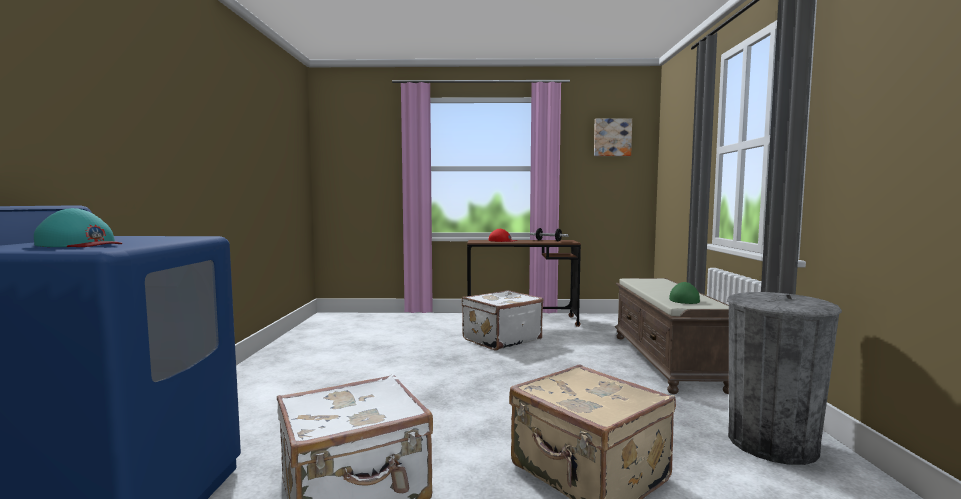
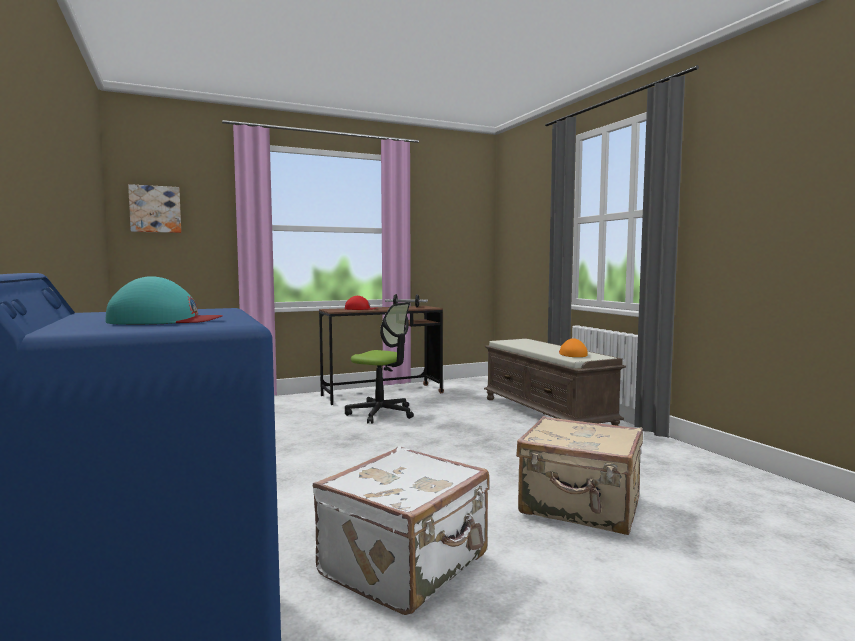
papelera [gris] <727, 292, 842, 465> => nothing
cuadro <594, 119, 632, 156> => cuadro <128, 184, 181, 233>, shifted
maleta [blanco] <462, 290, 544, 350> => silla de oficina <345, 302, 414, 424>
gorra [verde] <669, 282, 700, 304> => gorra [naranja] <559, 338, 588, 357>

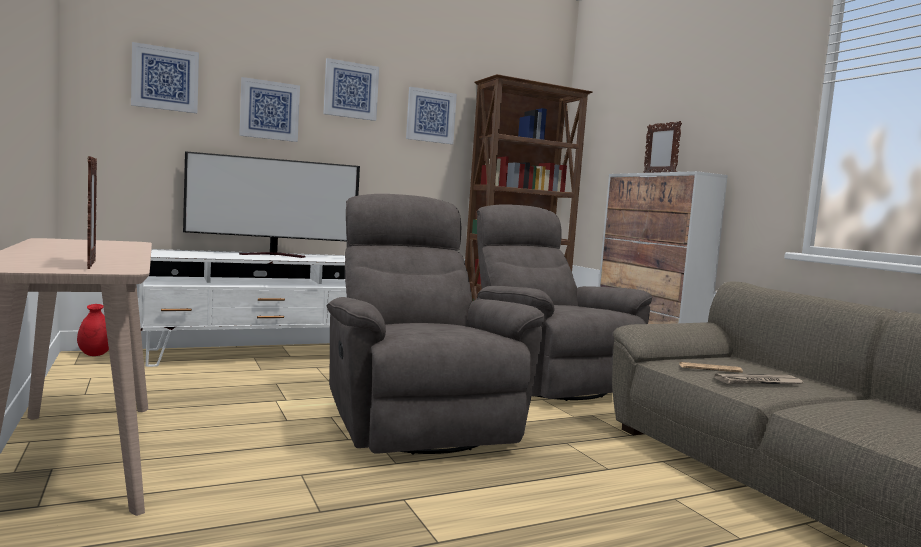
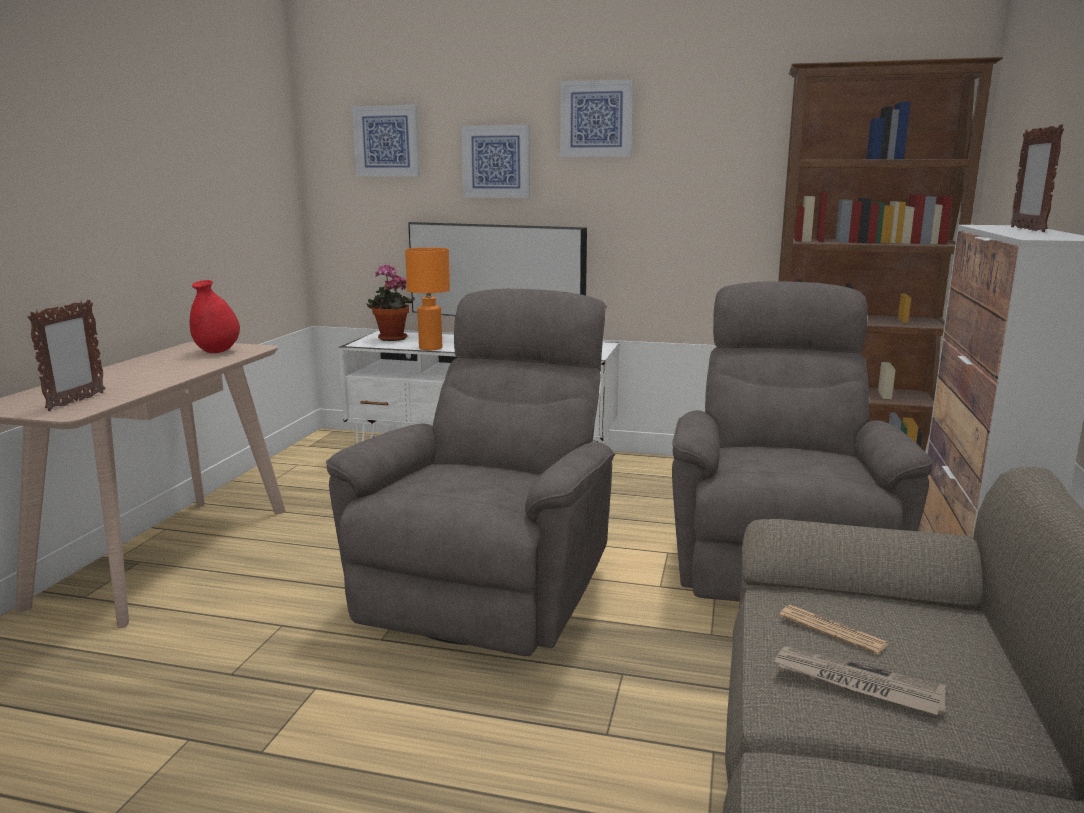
cuadro <406, 87, 457, 144> => nothing
nothing => planta en maceta <367, 264, 415, 341>
nothing => lámpara de mesa [naranja] <405, 248, 450, 350>
florero [rojo] <77, 304, 109, 356> => florero [rojo] <190, 280, 240, 353>, shifted

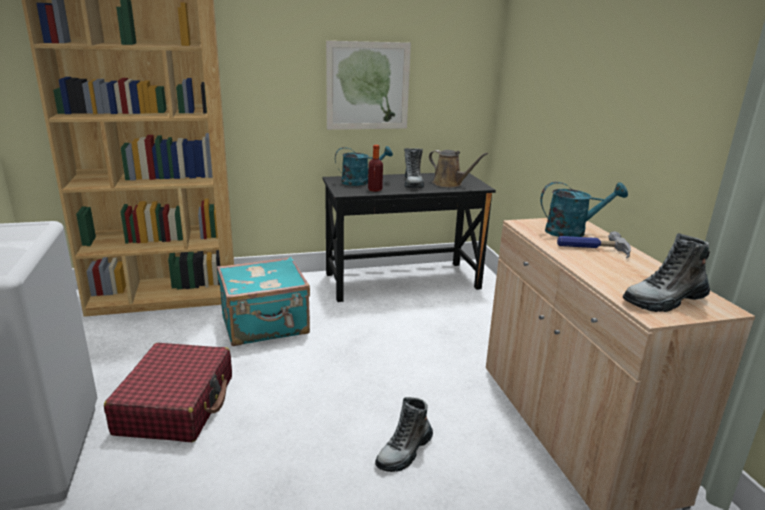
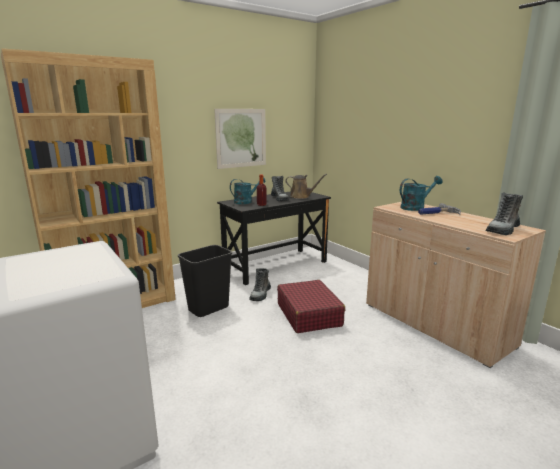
maleta [rojo] <104, 343, 232, 442> => maleta [rojo] <277, 280, 345, 333>, shifted
bota <375, 397, 433, 472> => bota <249, 268, 271, 301>, shifted
maleta [turquesa] <217, 257, 310, 346> => papelera [negro] <178, 245, 232, 317>

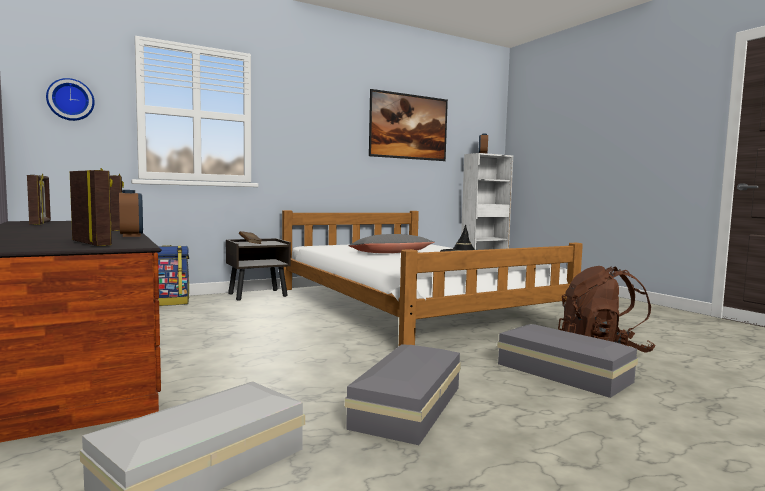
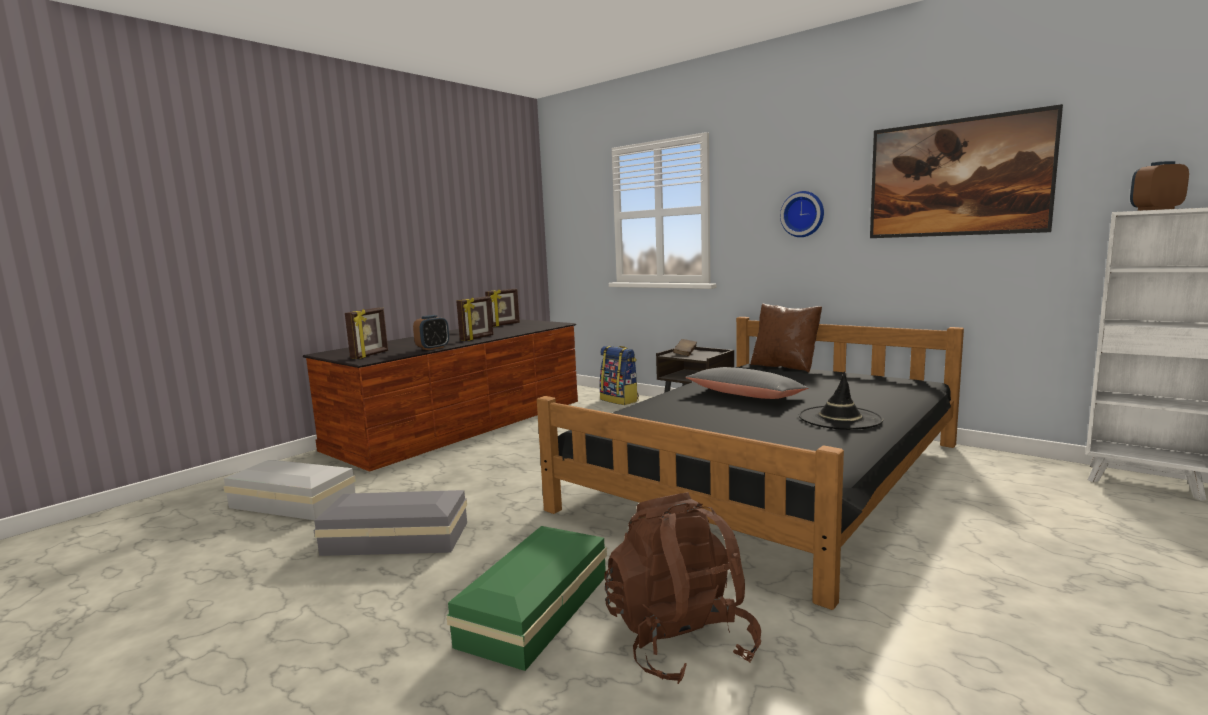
nothing => cojín [marrón] <750, 303, 822, 373>
reloj de pared <46, 78, 95, 121> => reloj de pared <780, 191, 824, 237>, shifted
cama [blanco] <282, 210, 583, 346> => cama [negro] <537, 317, 964, 610>
caja de almacenaje [gris] <497, 324, 638, 398> => caja de almacenaje [verde] <446, 526, 607, 671>

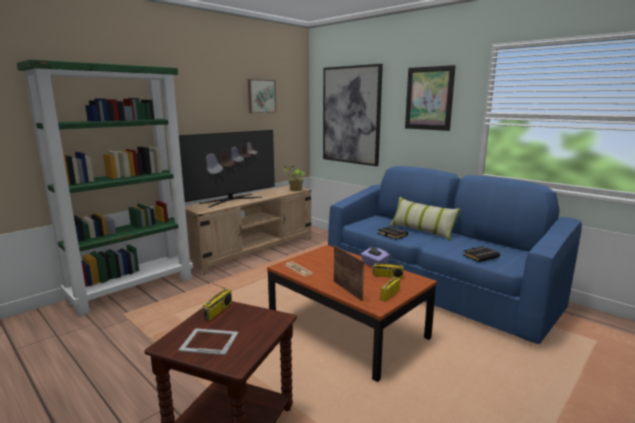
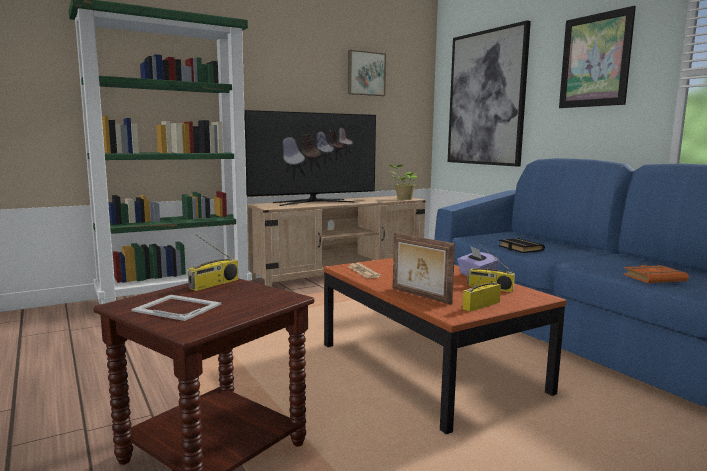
cojín <390, 197, 460, 240> => nothing
libro [negro] <463, 246, 500, 262> => libro [naranja] <623, 265, 689, 283>
portarretratos <334, 246, 364, 301> => portarretratos <393, 233, 455, 305>, 150 degrees clockwise

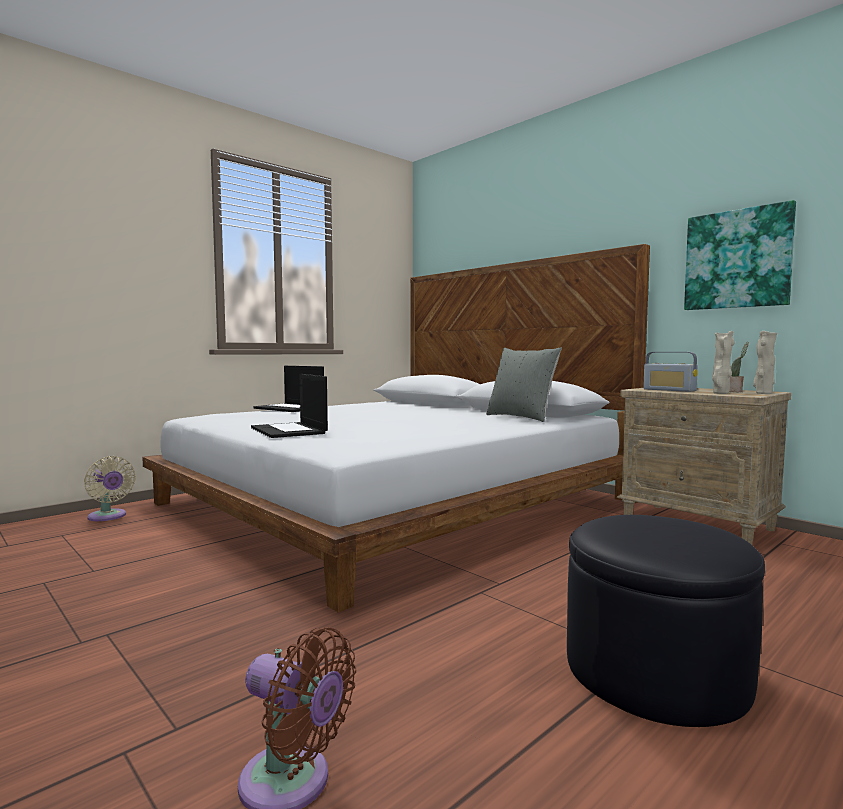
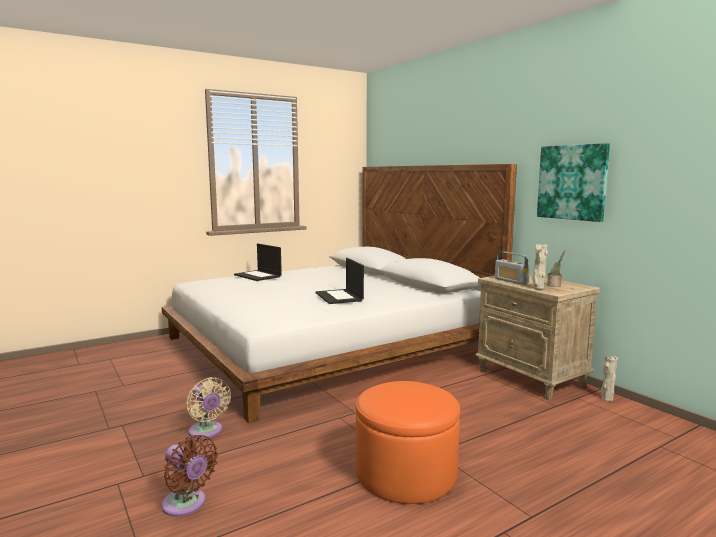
cojín [gris] <486, 347, 562, 422> => nothing
ventilador [beis] <84, 456, 136, 521> => ventilador [beis] <186, 377, 231, 439>, shifted
portátil <251, 374, 328, 438> => portátil <315, 258, 364, 304>, shifted
florero [beis] <753, 331, 777, 394> => florero [beis] <600, 356, 618, 402>, shifted
puf [negro] <567, 515, 765, 727> => puf [naranja] <356, 381, 460, 504>

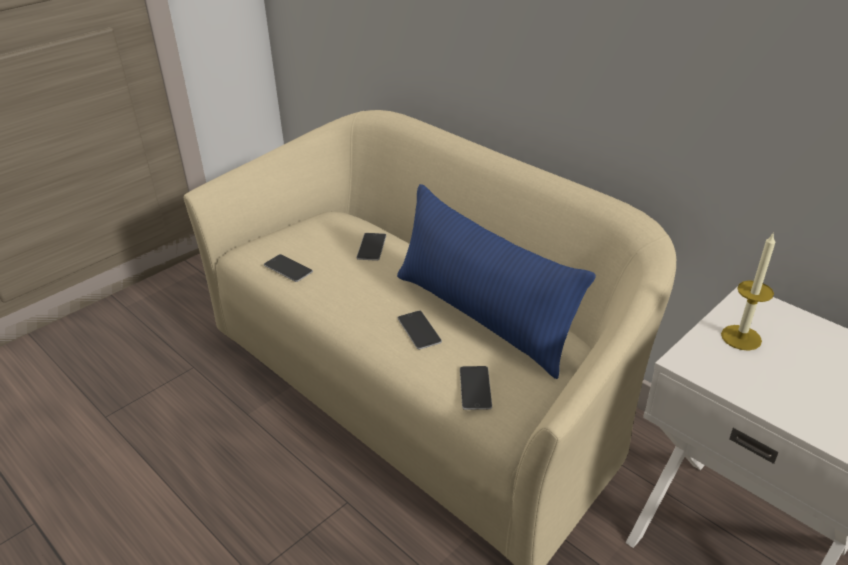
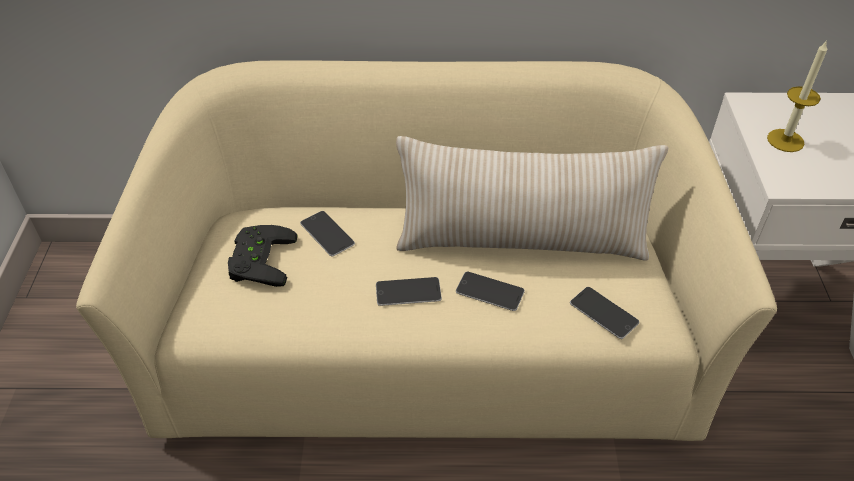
nothing => mando de consola [negro] <228, 225, 297, 287>
móvil <264, 254, 313, 282> => móvil <376, 277, 442, 306>, shifted
cojín [azul] <397, 184, 596, 379> => cojín [beis] <396, 136, 668, 261>

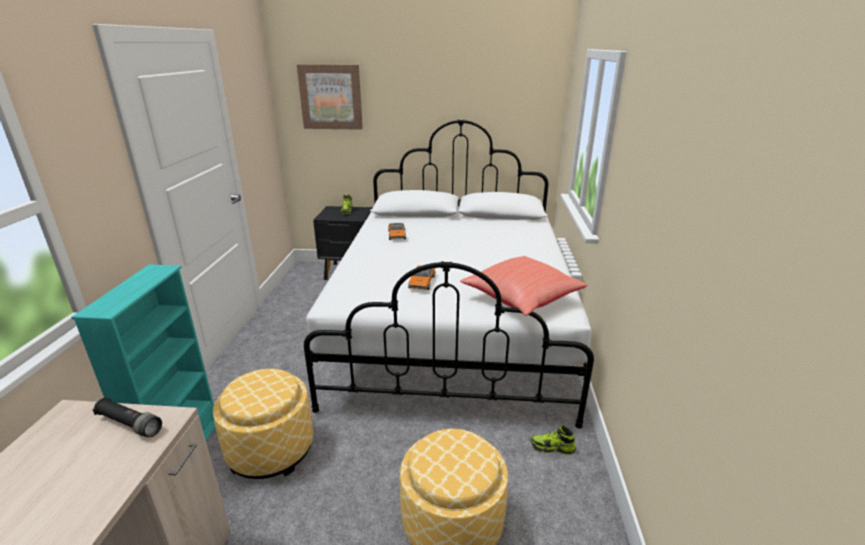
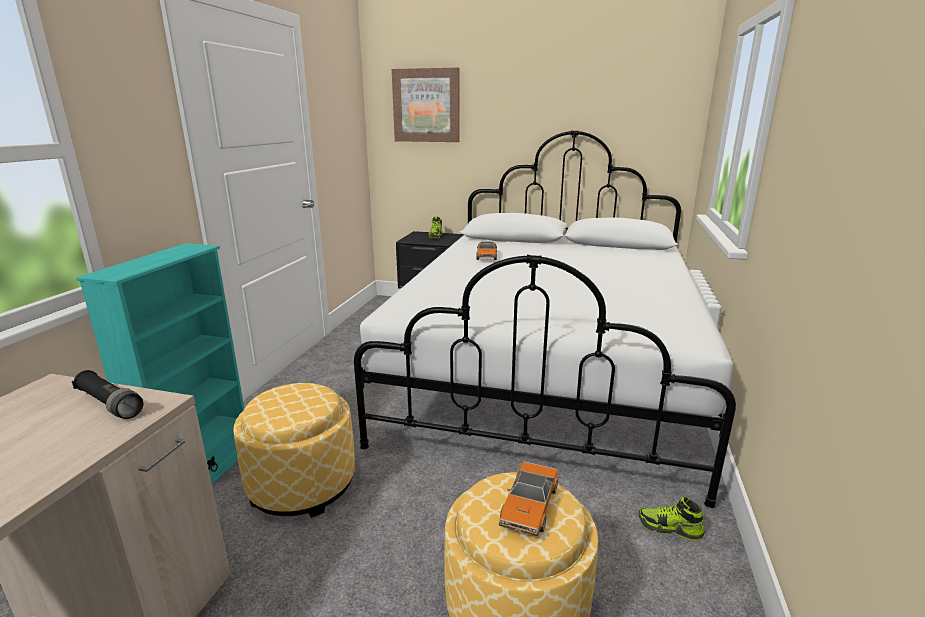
cojín [rojo] <460, 256, 587, 316> => nothing
coche de juguete <408, 265, 435, 290> => coche de juguete <499, 462, 558, 536>, shifted

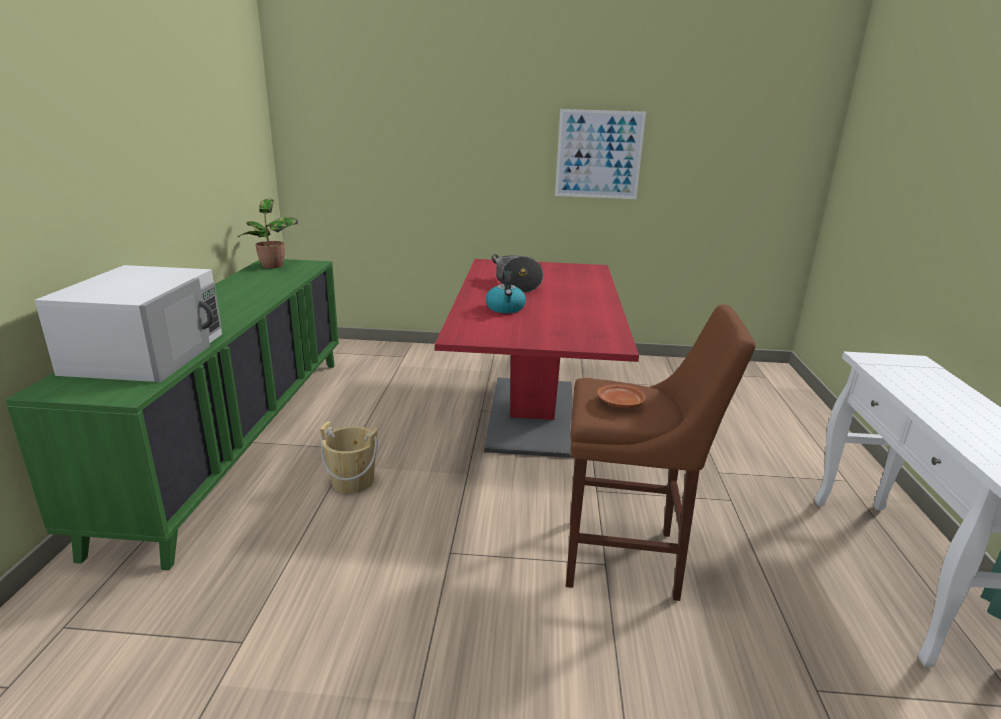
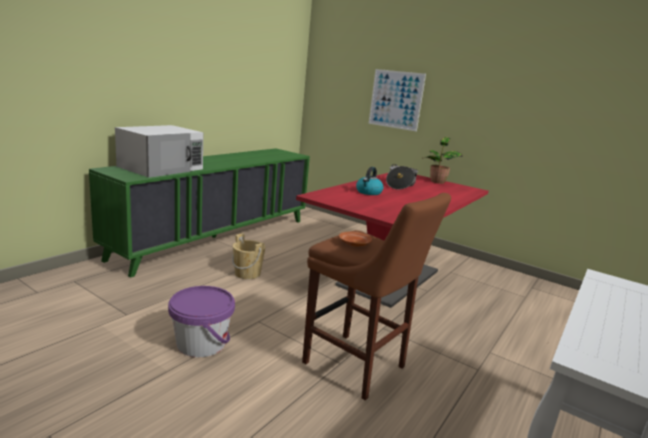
nothing => cubo [morado] <168, 286, 235, 357>
planta en maceta <238, 199, 298, 268> => planta en maceta <422, 137, 463, 184>, shifted
cuadro <555, 109, 646, 199> => cuadro <368, 69, 426, 131>, shifted

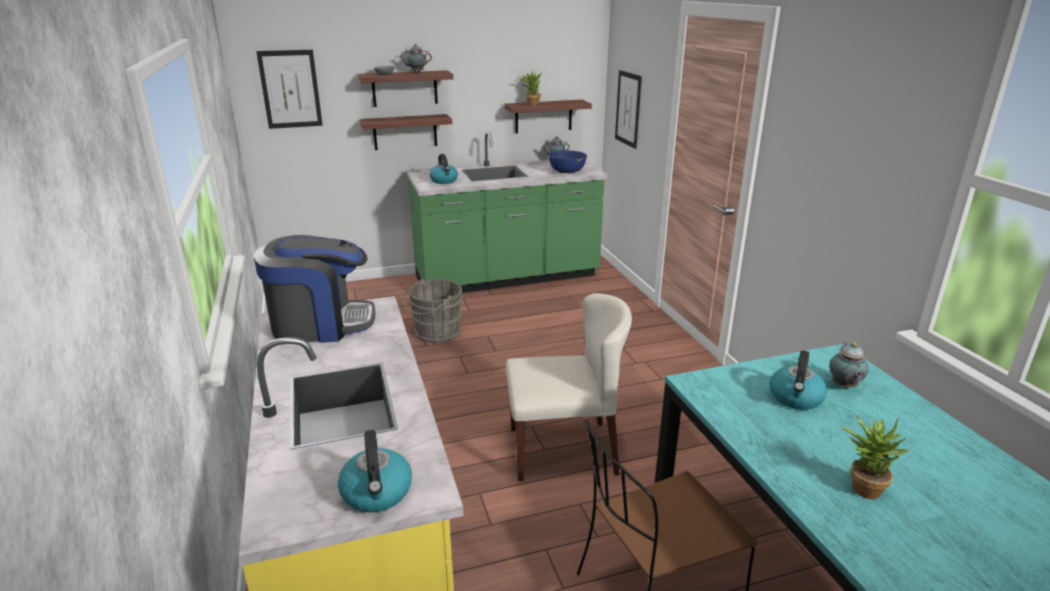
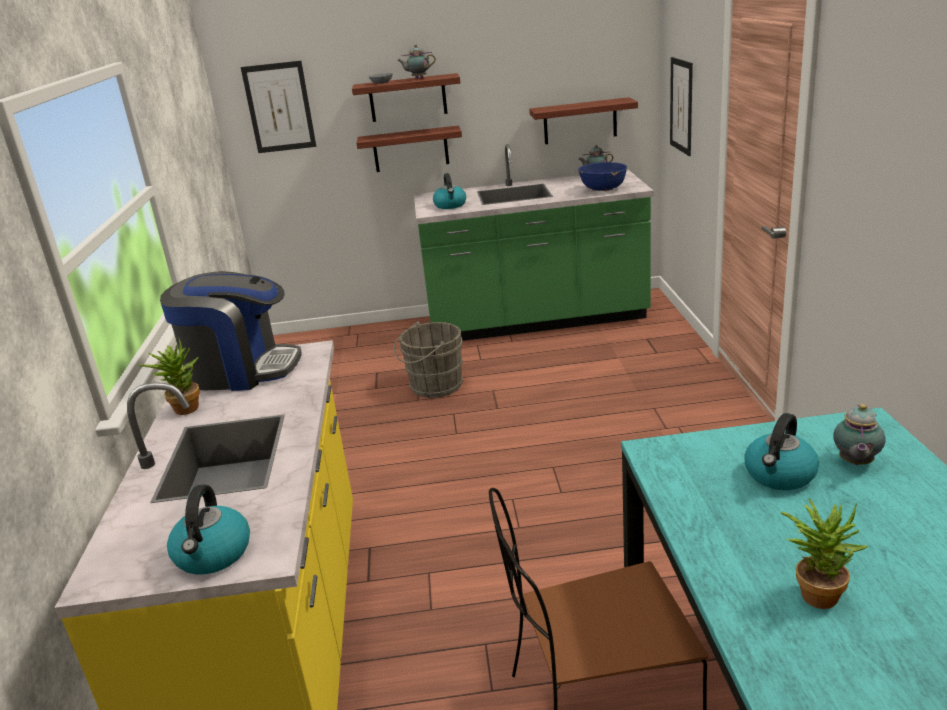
silla [beis] <506, 293, 632, 481> => nothing
planta en maceta <519, 71, 542, 105> => planta en maceta <138, 338, 200, 415>, shifted

